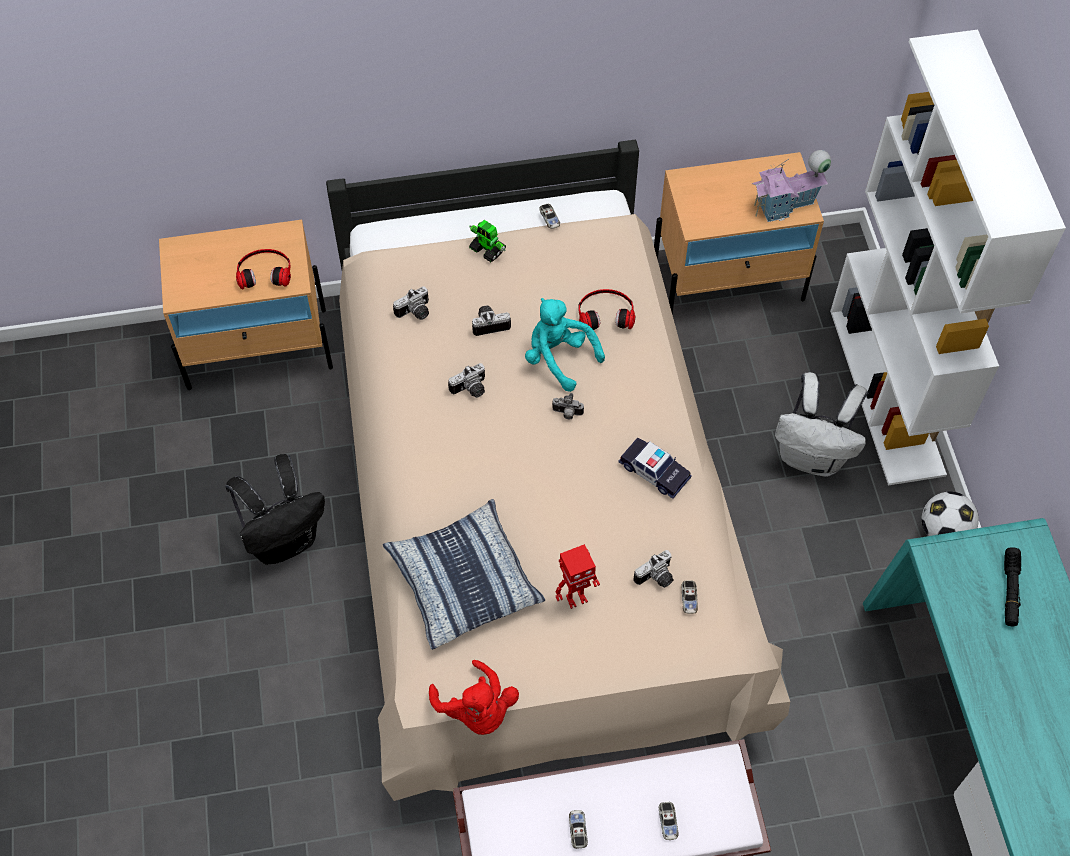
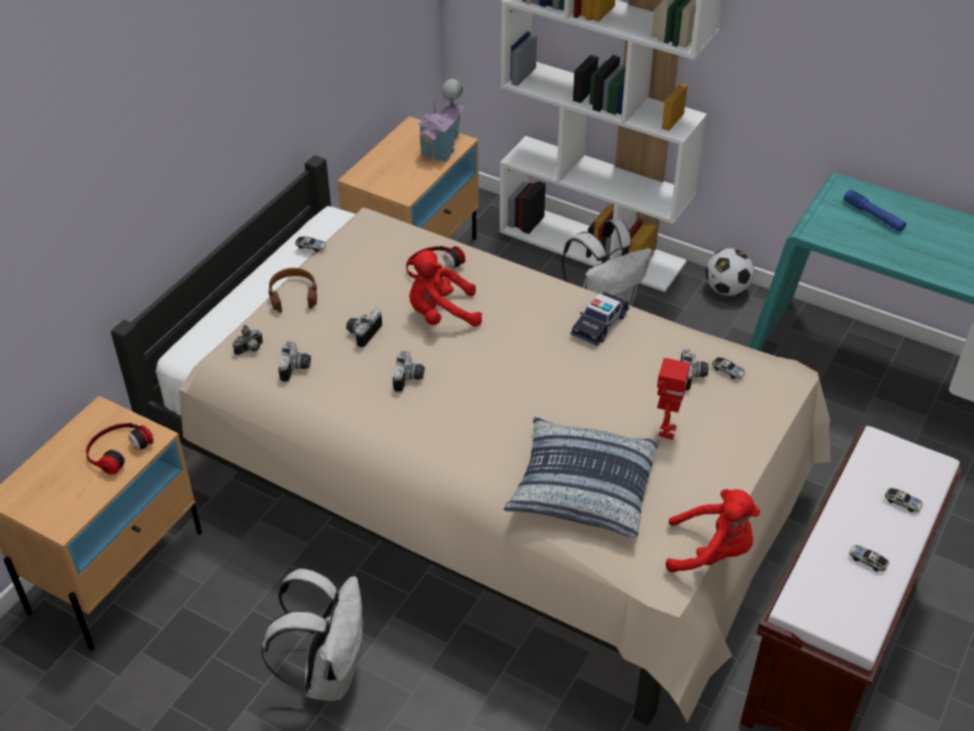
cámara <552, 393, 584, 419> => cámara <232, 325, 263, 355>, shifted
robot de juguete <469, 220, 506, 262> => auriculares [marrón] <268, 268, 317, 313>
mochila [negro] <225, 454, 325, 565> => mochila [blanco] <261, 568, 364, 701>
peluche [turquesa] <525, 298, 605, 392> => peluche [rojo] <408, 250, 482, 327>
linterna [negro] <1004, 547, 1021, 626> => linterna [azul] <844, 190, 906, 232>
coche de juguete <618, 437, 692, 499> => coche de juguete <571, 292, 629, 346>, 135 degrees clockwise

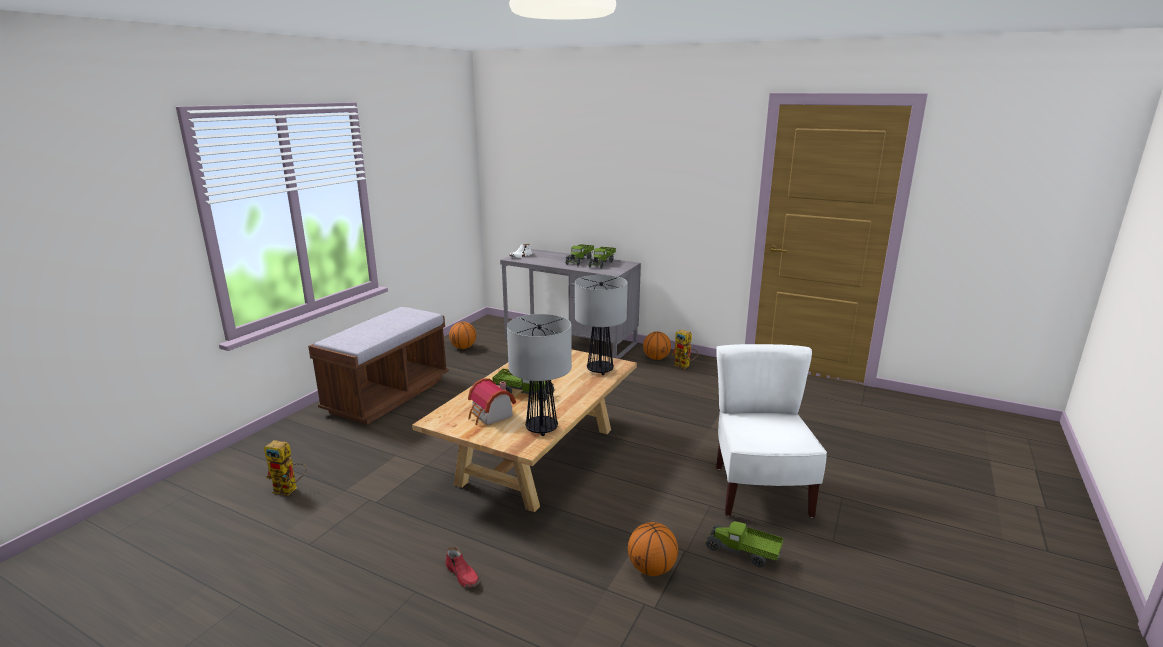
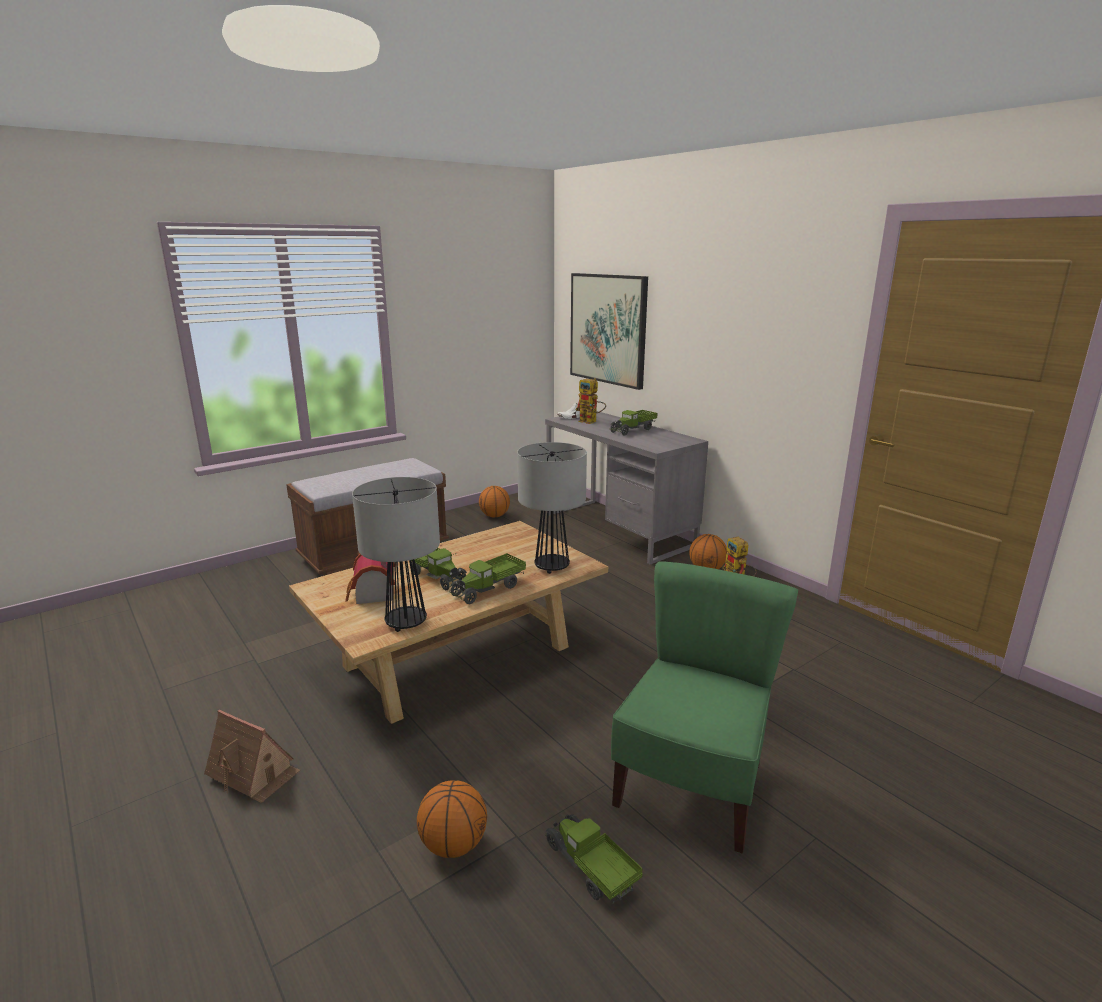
nothing => cuadro <570, 273, 648, 390>
robot de juguete <264, 440, 307, 496> => robot de juguete <576, 378, 606, 424>, shifted
camión de juguete <588, 247, 616, 269> => camión de juguete <450, 553, 526, 604>, shifted
zapato [rojo] <445, 547, 480, 588> => casita <204, 710, 300, 803>
silla [blanco] <716, 344, 827, 518> => silla [verde] <611, 561, 798, 854>

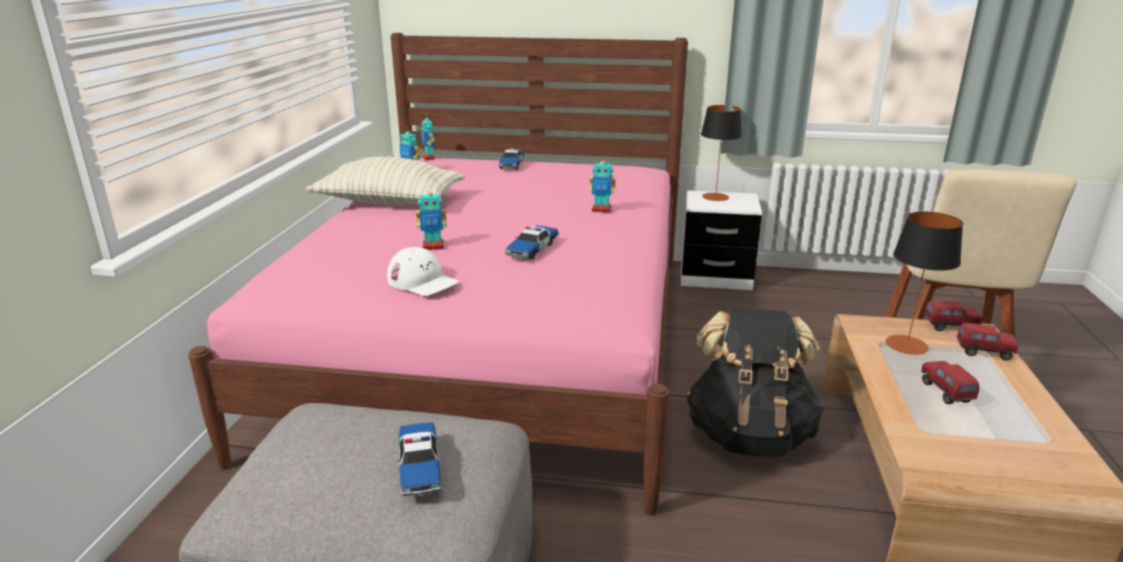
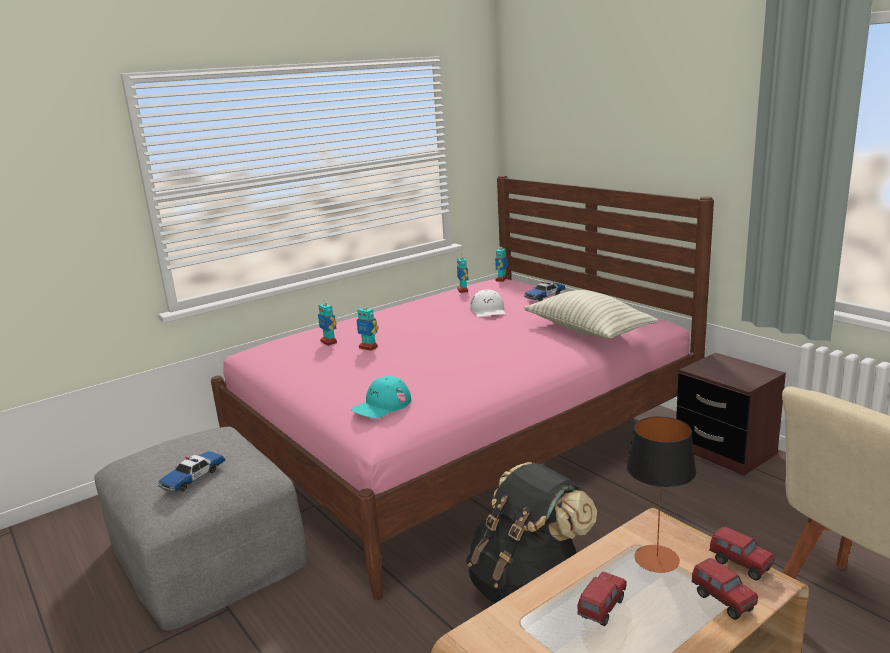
coche de juguete <505, 226, 559, 259> => nothing
lámpara de mesa <701, 105, 742, 201> => nothing
nothing => gorra [turquesa] <351, 376, 411, 418>
cojín <306, 157, 465, 206> => cojín <524, 290, 658, 339>, shifted
gorra [blanco] <387, 247, 459, 296> => gorra [blanco] <470, 289, 505, 317>, shifted
robot de juguete <589, 156, 616, 213> => robot de juguete <318, 298, 337, 346>, shifted
mesita de noche [blanco] <681, 190, 762, 290> => mesita de noche [marrón] <676, 353, 786, 476>

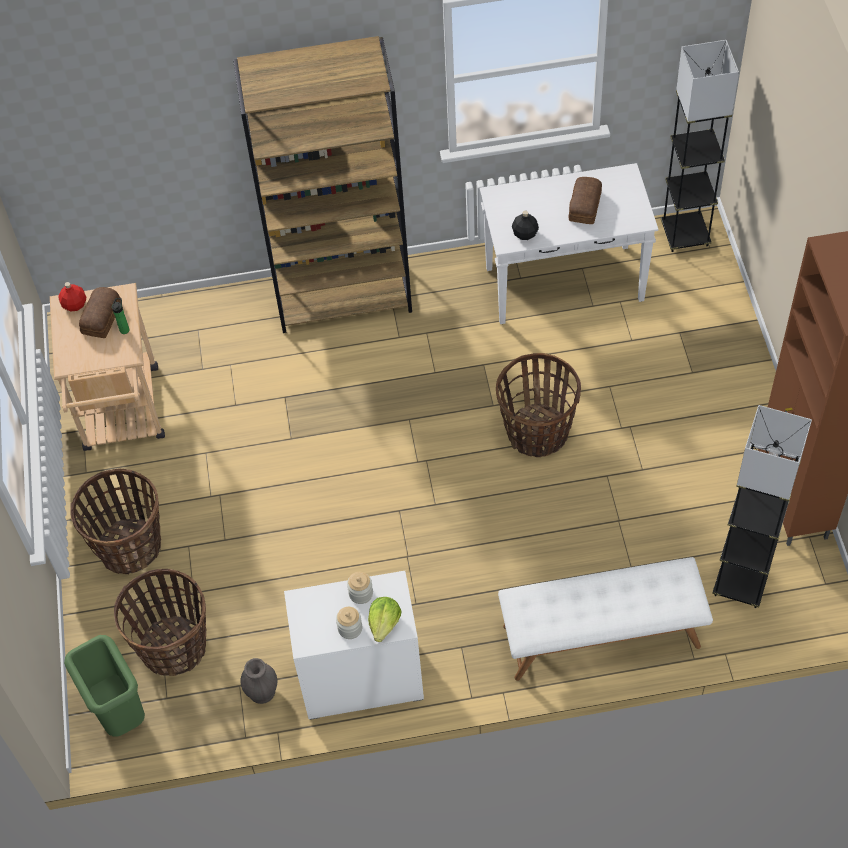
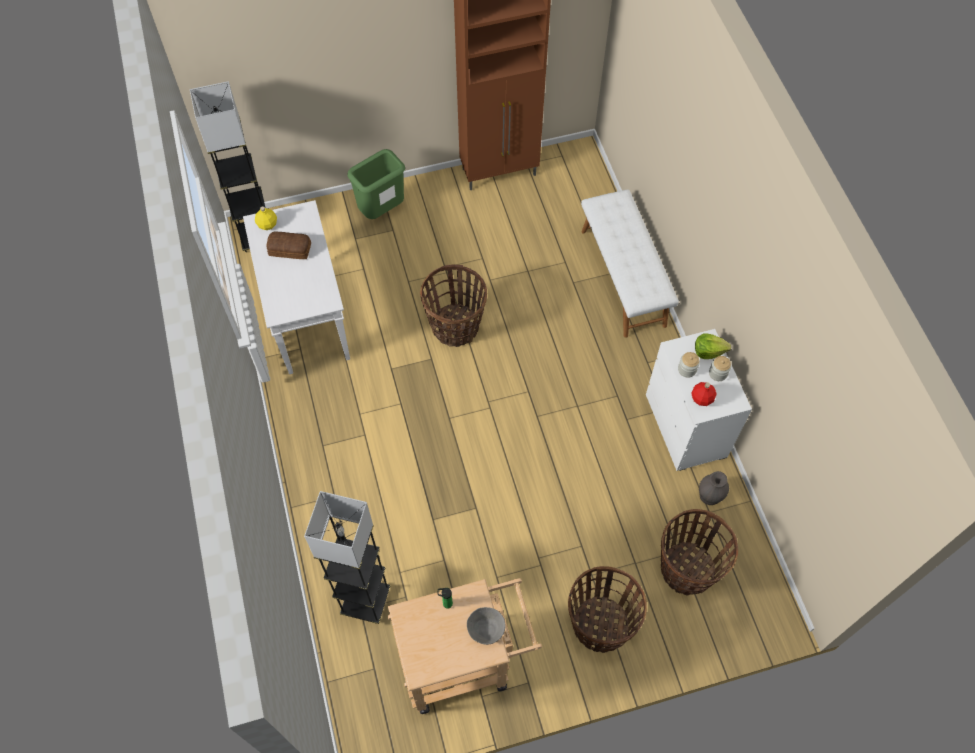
pan <79, 287, 121, 338> => nothing
estantería [marrón] <233, 36, 412, 333> => nothing
botella [negro] <512, 211, 539, 240> => nothing
nothing => botella [amarillo] <255, 206, 277, 230>
nothing => cuenco [gris] <467, 607, 506, 645>
botella [rojo] <58, 282, 86, 311> => botella [rojo] <691, 382, 717, 406>, shifted
papelera [verde] <64, 635, 145, 737> => papelera [verde] <348, 149, 405, 219>, shifted
lámpara de pie [gris] <712, 405, 812, 608> => lámpara de pie [gris] <304, 491, 390, 624>, shifted

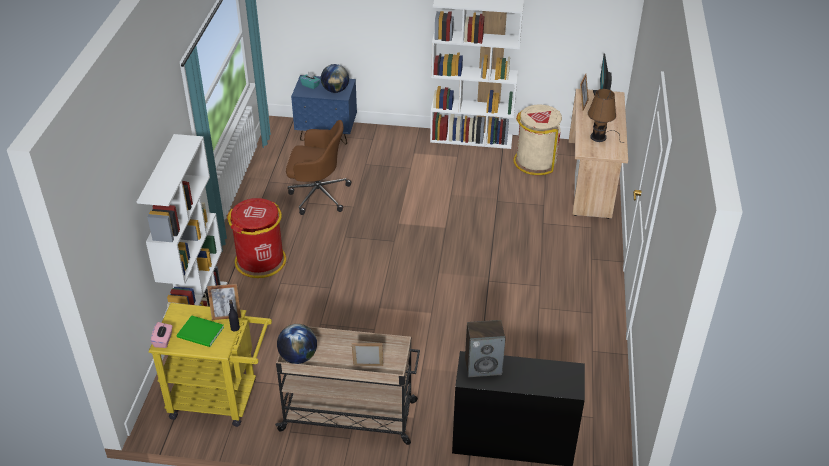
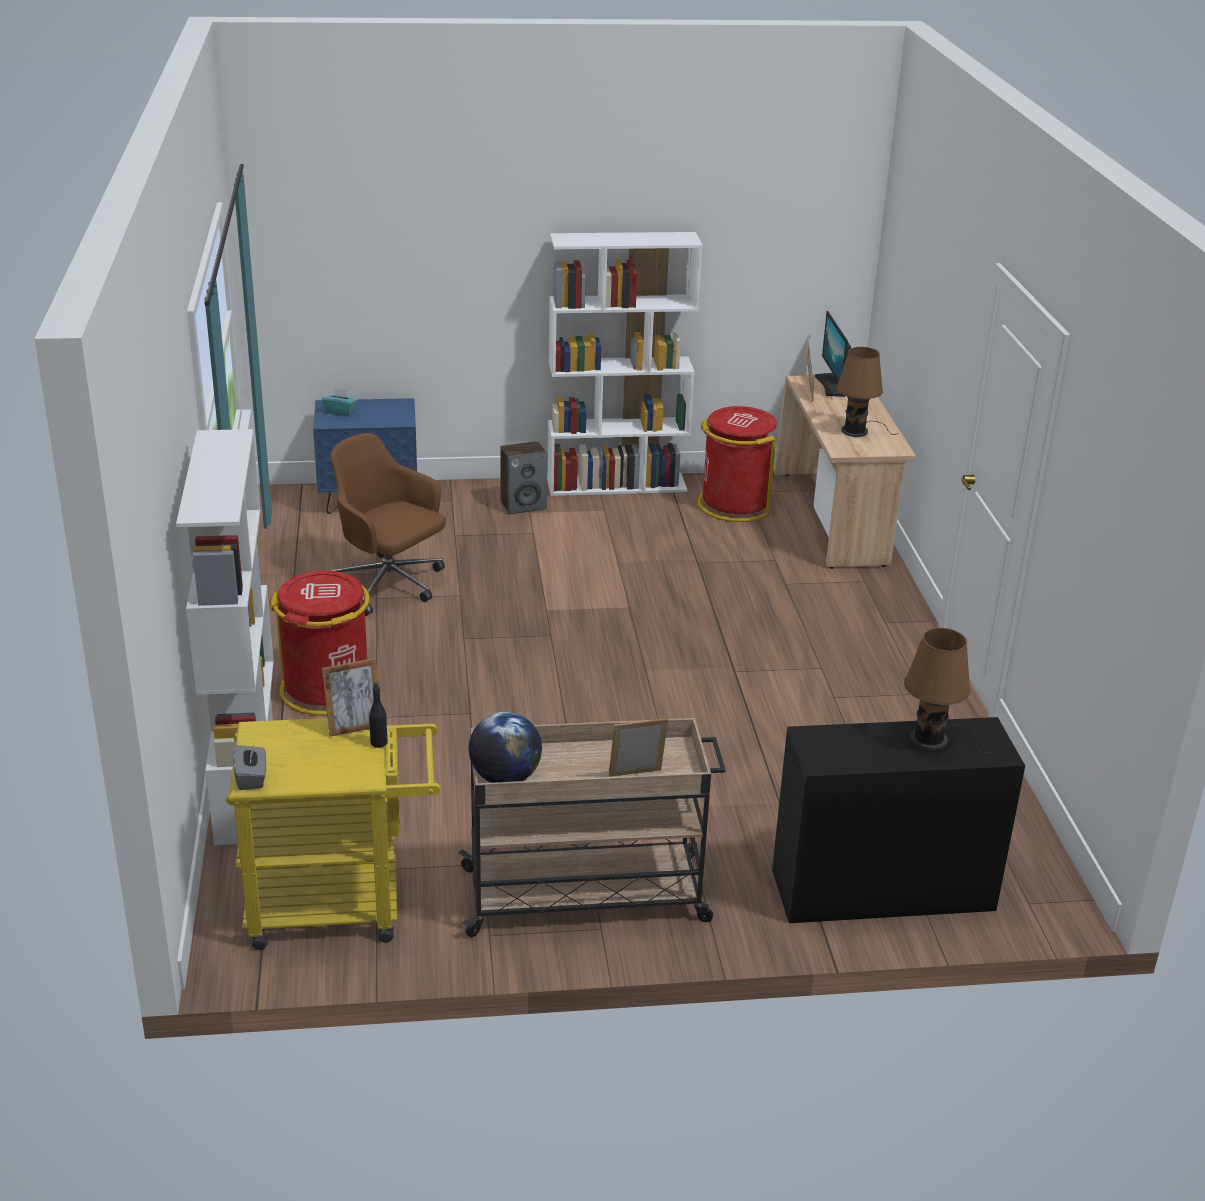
libro [verde] <177, 315, 224, 347> => nothing
globo terráqueo <321, 64, 349, 93> => nothing
nothing => lámpara de mesa [marrón] <904, 628, 990, 753>
altavoz <465, 320, 506, 377> => altavoz <500, 441, 547, 515>, shifted
caja de pañuelos [rosa] <151, 322, 172, 348> => caja de pañuelos [gris] <233, 744, 266, 790>
papelera [beis] <513, 105, 562, 175> => papelera [rojo] <697, 406, 777, 522>
silla de oficina [marrón] <286, 120, 351, 215> => silla de oficina [marrón] <330, 433, 446, 616>, 135 degrees counterclockwise

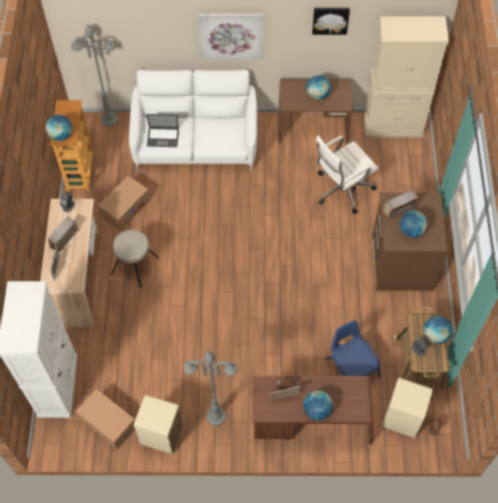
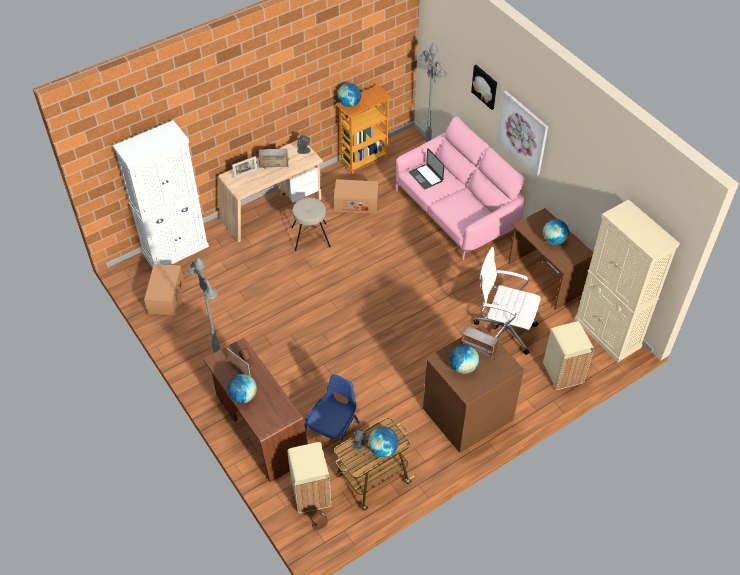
papelera [beis] <134, 395, 184, 454> => papelera [beis] <543, 321, 594, 390>, shifted
cuadro <312, 8, 350, 35> => cuadro <471, 65, 497, 110>, shifted
sofá [blanco] <129, 70, 257, 171> => sofá [rosa] <396, 116, 526, 260>

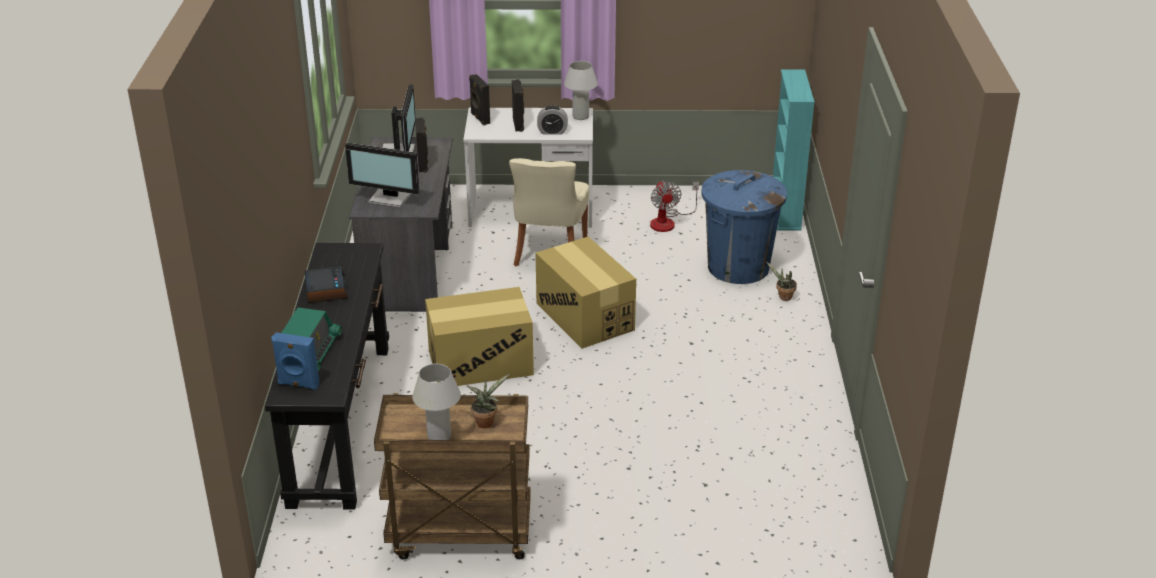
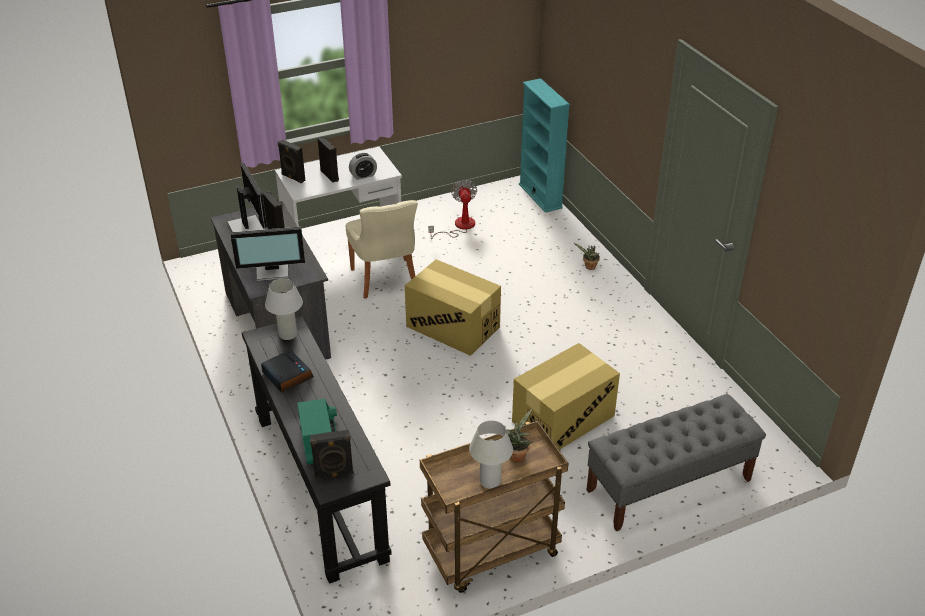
papelera [azul] <702, 170, 787, 284> => nothing
nothing => banco [gris] <587, 394, 766, 532>
caja de cartón <425, 287, 534, 386> => caja de cartón <512, 343, 620, 450>, shifted
lámpara de mesa [blanco] <564, 61, 598, 120> => lámpara de mesa [blanco] <265, 278, 303, 340>, shifted
altavoz [azul] <271, 332, 320, 390> => altavoz [negro] <310, 430, 354, 479>
ventilador <650, 181, 699, 232> => ventilador <428, 180, 477, 239>, 150 degrees counterclockwise

